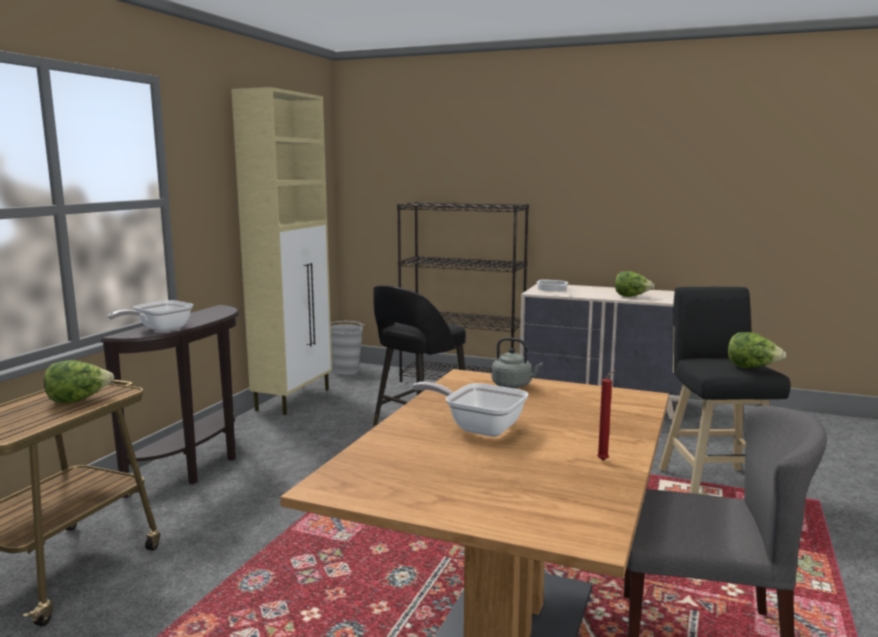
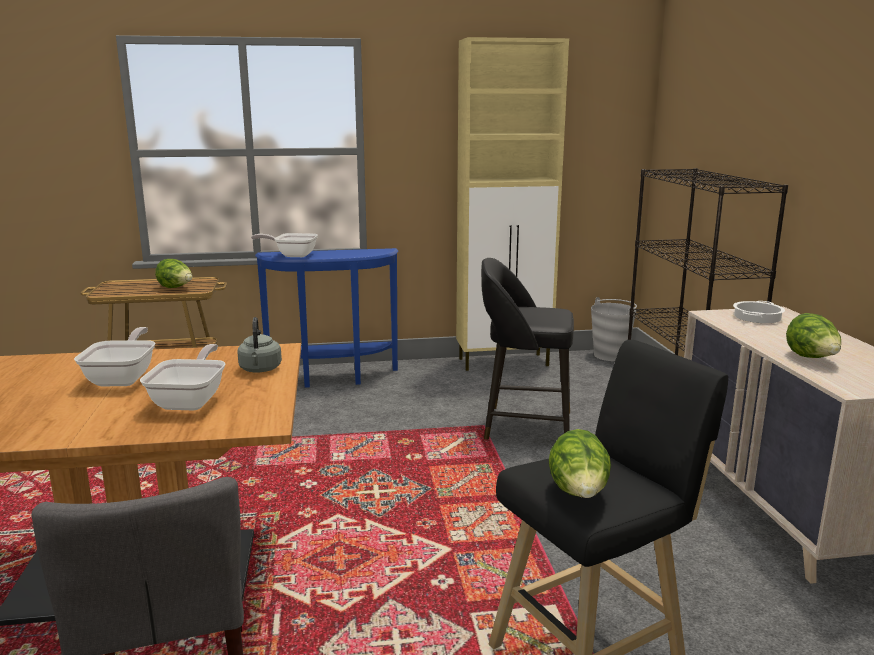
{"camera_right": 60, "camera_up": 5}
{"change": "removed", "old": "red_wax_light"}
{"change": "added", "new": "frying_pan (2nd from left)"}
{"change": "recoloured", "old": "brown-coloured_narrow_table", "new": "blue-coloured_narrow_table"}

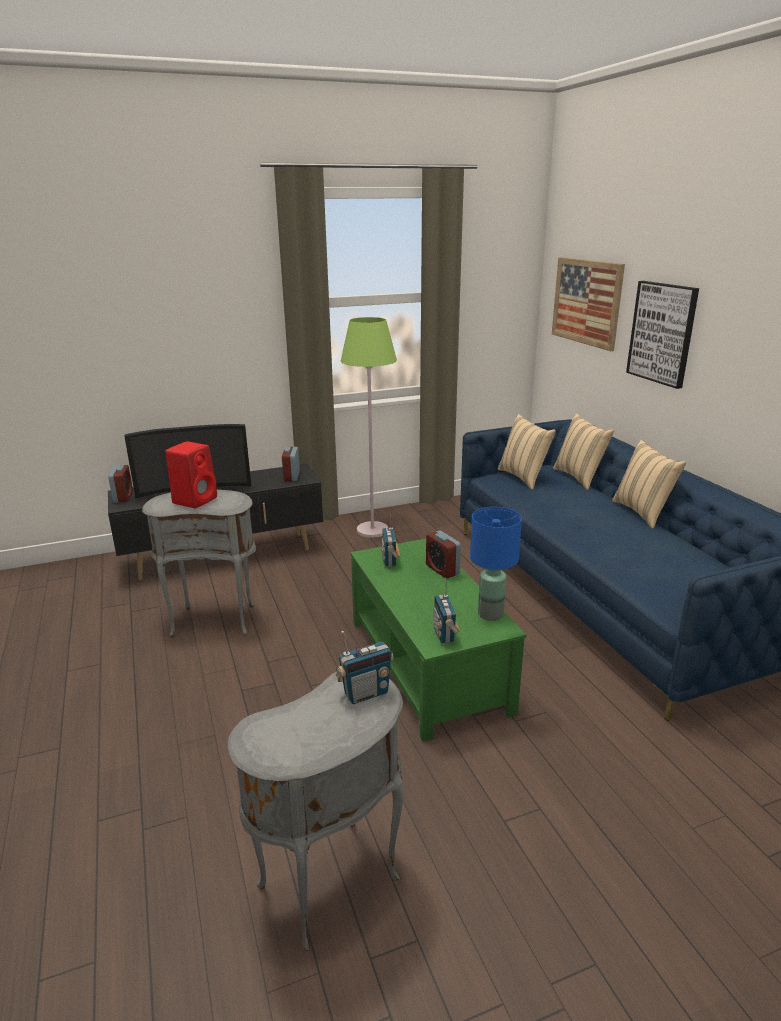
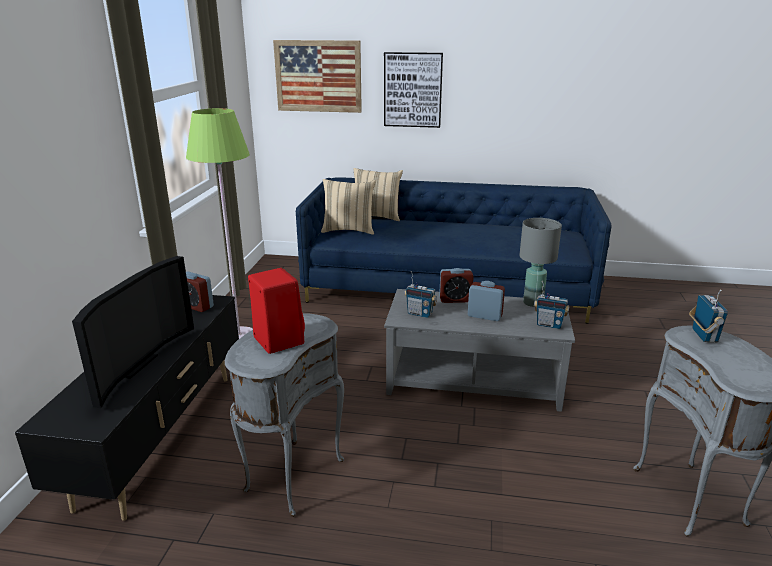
{"camera_right": -60, "camera_up": 0}
{"change": "removed", "old": "beige-coloured_pillow (3rd from left)"}
{"change": "moved", "old": "alarm_clock (1st from left in the first image)", "new": "alarm_clock (3rd from left)"}
{"change": "recoloured", "old": "greenish_lounge_table", "new": "greyish_lounge_table"}
{"change": "recoloured", "old": "blue-coloured_lamp_for_a_table", "new": "greyish_lamp_for_a_table"}

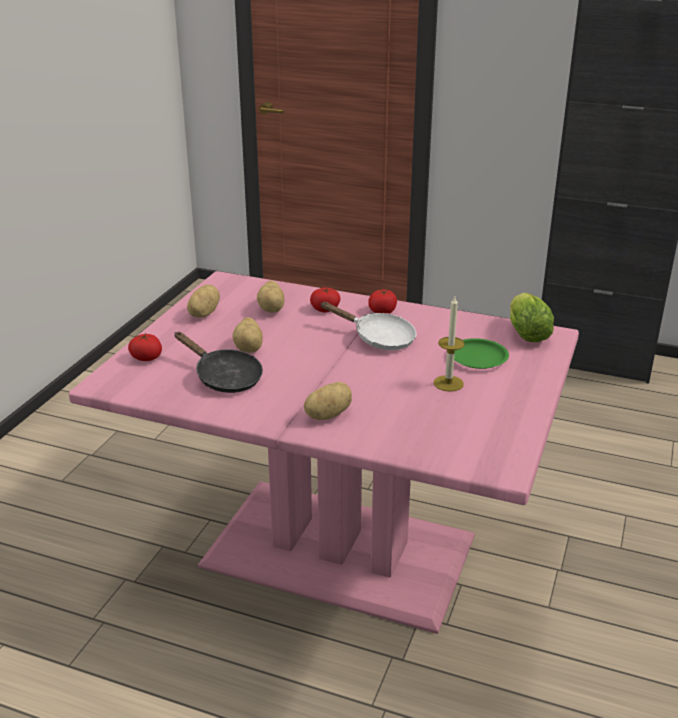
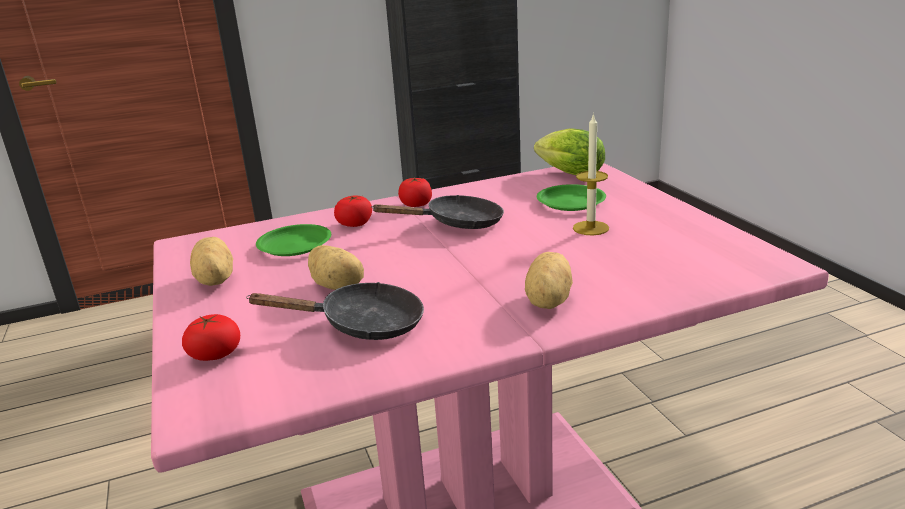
{"camera_right": -40, "camera_up": -5}
{"change": "replaced", "old": "potato (3rd from left)", "new": "greenish_flat_dish (1st from left)"}
{"change": "recoloured", "old": "whitish_frying_pan", "new": "black-coloured_frying_pan (2nd from left)"}

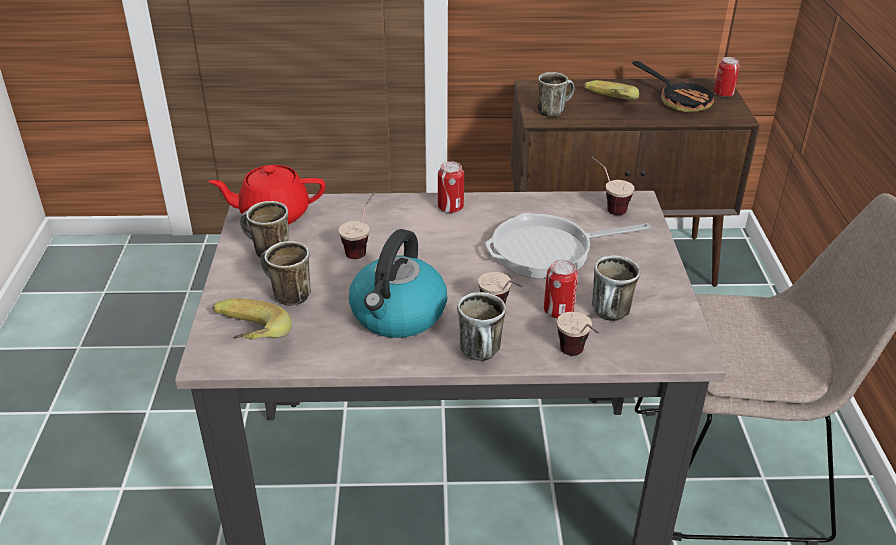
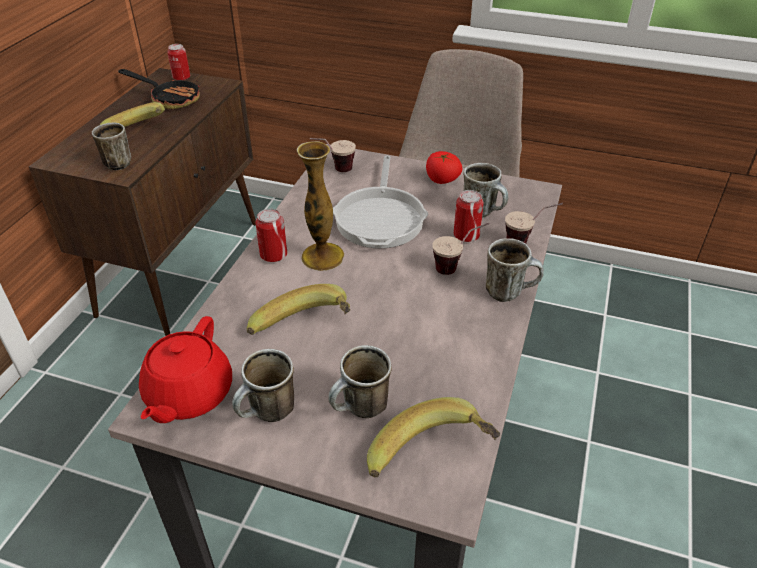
{"camera_right": -70, "camera_up": 5}
{"change": "removed", "old": "tea_kettle"}
{"change": "added", "new": "decorative_vase"}
{"change": "added", "new": "tomato"}
{"change": "replaced", "old": "drinking_cup (1st from left)", "new": "banana (2nd from left)"}
{"change": "turned", "old": "frying_pan (2nd from left in the first image)", "degrees": 45}

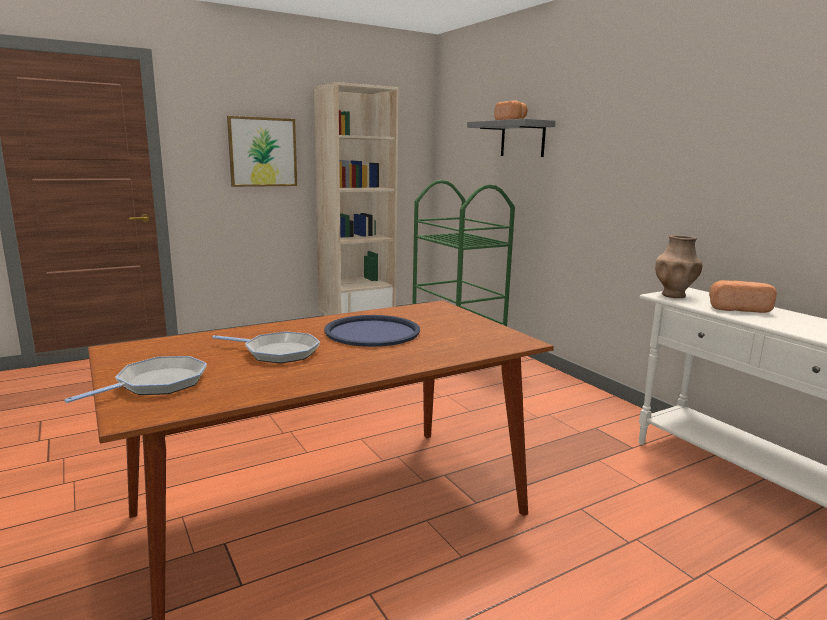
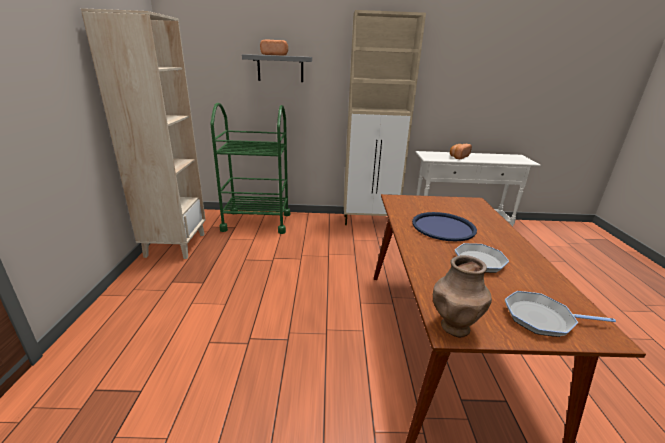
{"camera_right": -60, "camera_up": 10}
{"change": "removed", "old": "picture"}
{"change": "added", "new": "beige-coloured_cupboard"}
{"change": "moved", "old": "brown-coloured_decorative_vase"}
{"change": "turned", "old": "frying_pan (1st from left in the first image)", "degrees": -60}

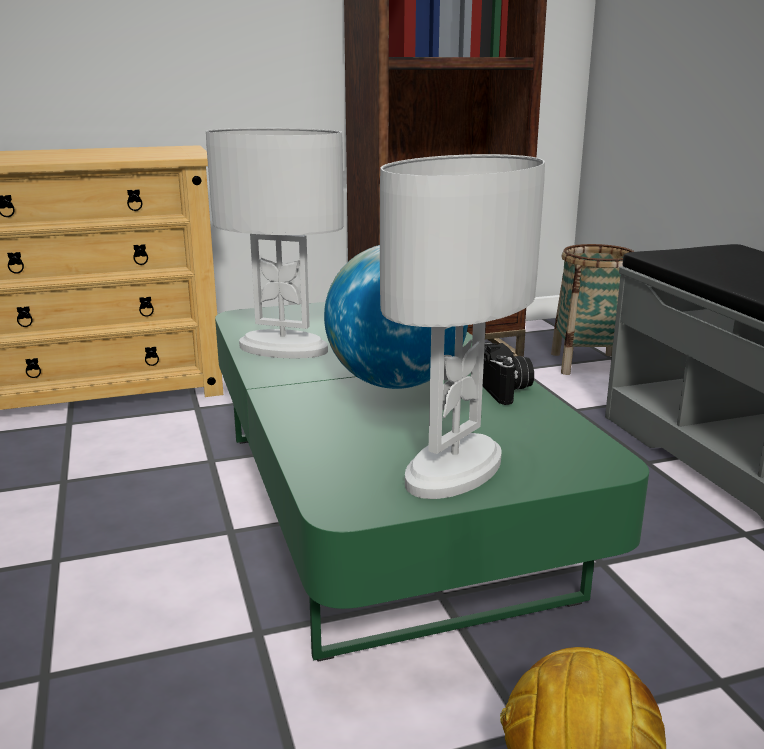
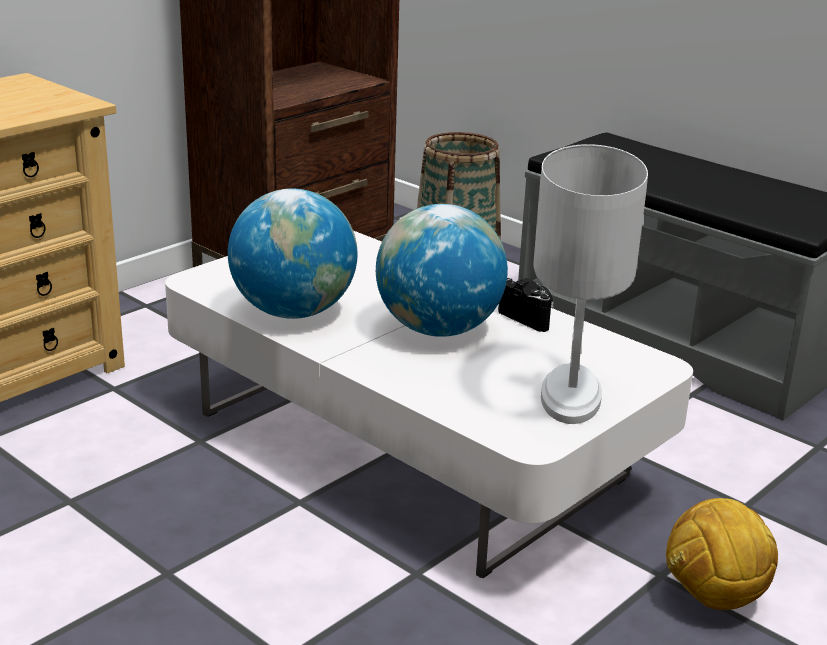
{"camera_right": -30, "camera_up": 5}
{"change": "replaced", "old": "whitish_lamp_for_a_table (1st from left)", "new": "globe (1st from left)"}
{"change": "recoloured", "old": "greenish_lounge_table", "new": "whitish_lounge_table"}

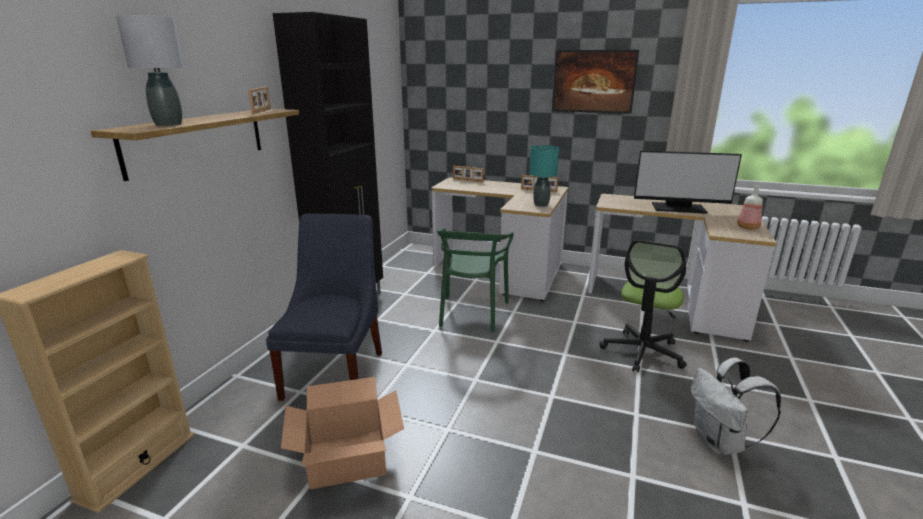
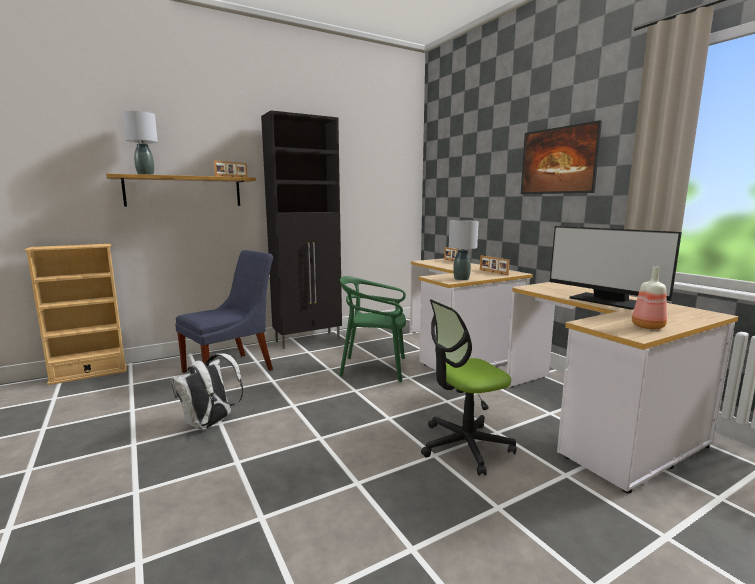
{"camera_right": 40, "camera_up": -10}
{"change": "removed", "old": "carton"}
{"change": "moved", "old": "whitish_rucksack"}
{"change": "recoloured", "old": "turquoise_lamp_for_a_table", "new": "greyish_lamp_for_a_table (2nd from left)"}
{"change": "turned", "old": "greenish_plain_chair", "degrees": 45}

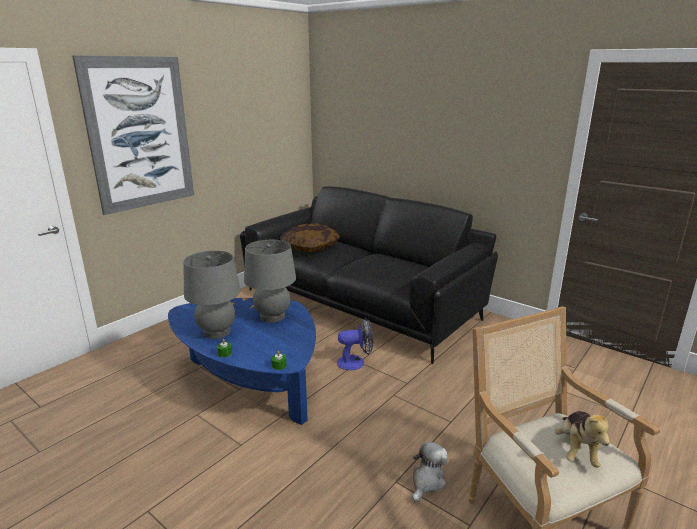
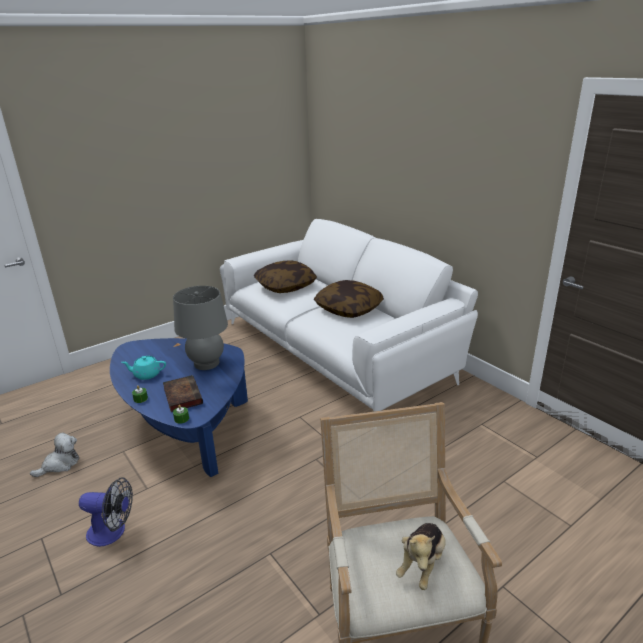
{"camera_right": 15, "camera_up": 5}
{"change": "removed", "old": "picture"}
{"change": "added", "new": "book"}
{"change": "added", "new": "pillow (2nd from left)"}
{"change": "moved", "old": "electric_fan"}
{"change": "moved", "old": "plush_toy (1st from left)"}
{"change": "replaced", "old": "greyish_lamp_for_a_table (1st from left)", "new": "turquoise_teapot"}
{"change": "recoloured", "old": "black-coloured_settee", "new": "whitish_settee"}

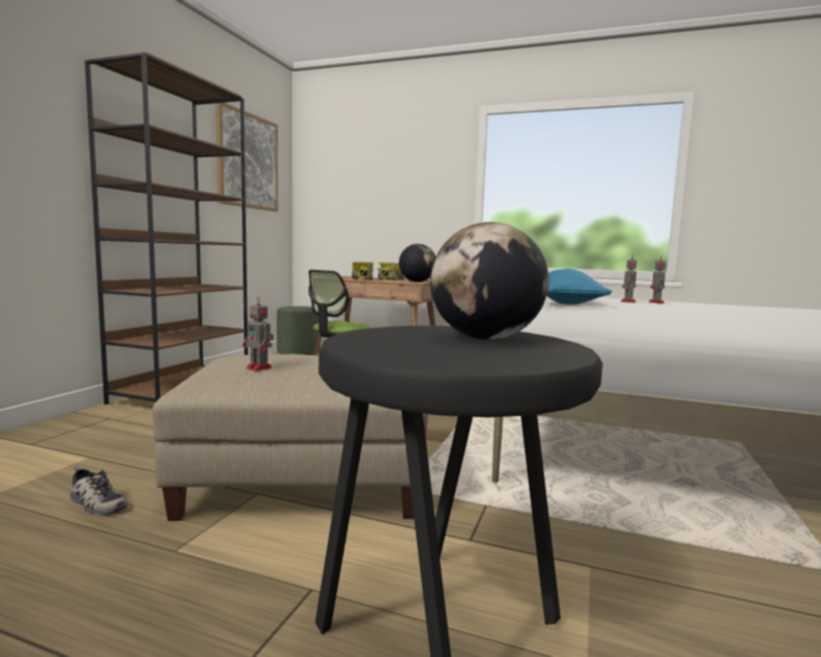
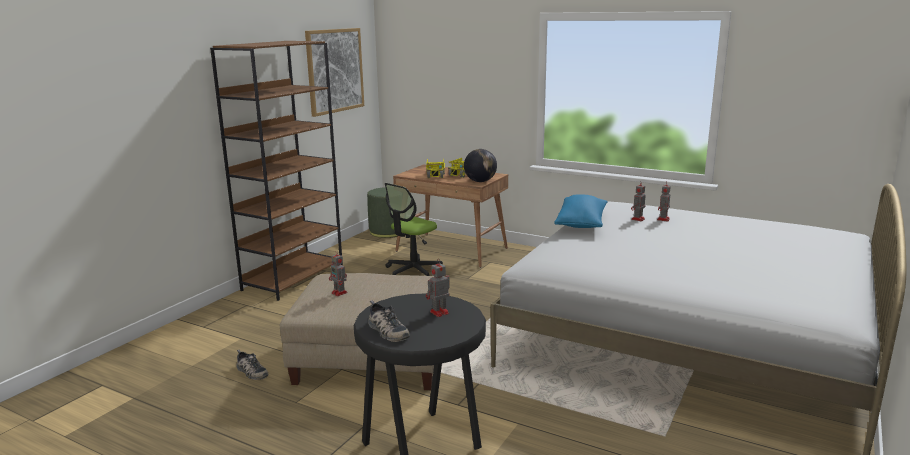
{"camera_right": 10, "camera_up": 10}
{"change": "added", "new": "item_of_footwear (2nd from left)"}
{"change": "replaced", "old": "globe (2nd from left)", "new": "toy_robot (2nd from left)"}

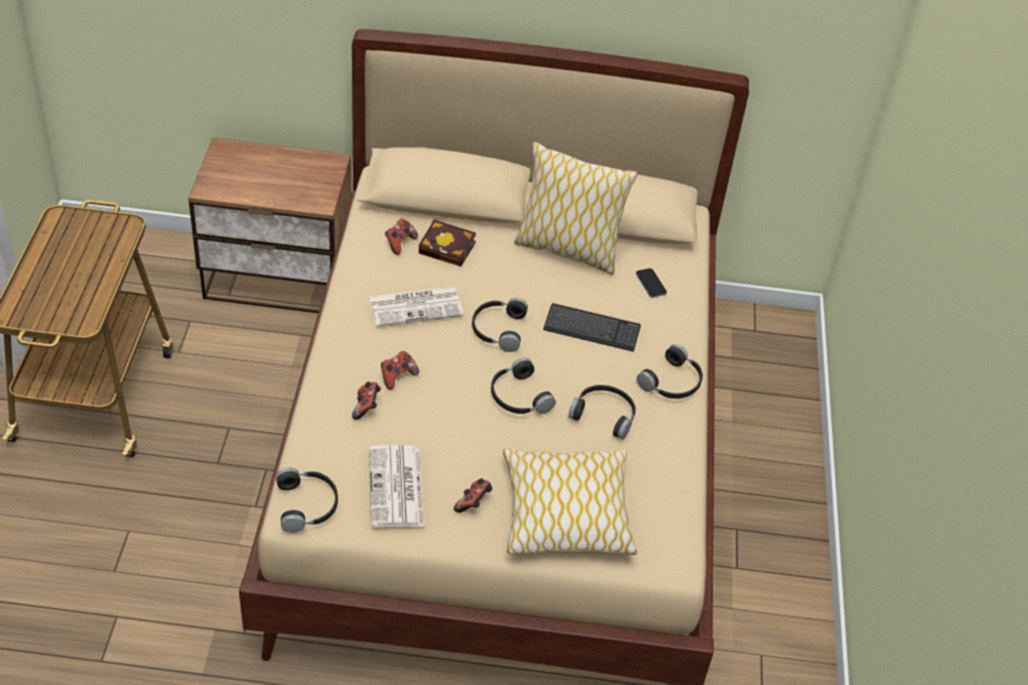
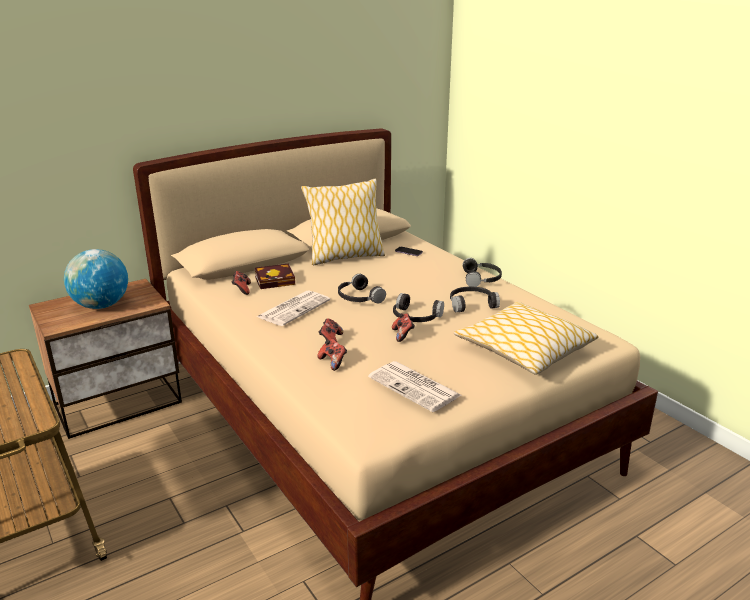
{"camera_right": -35, "camera_up": -20}
{"change": "removed", "old": "black-coloured_pair_of_headphones (1st from left)"}
{"change": "removed", "old": "computer_keyboard"}
{"change": "added", "new": "globe"}
{"change": "moved", "old": "gamepad (4th from left)"}

